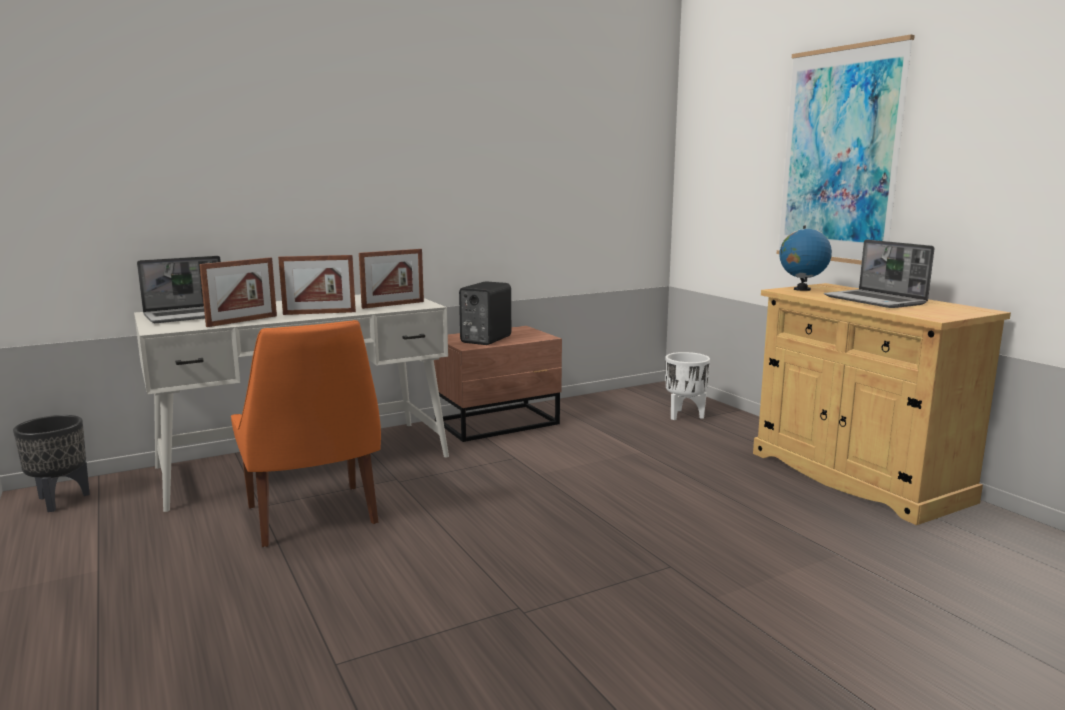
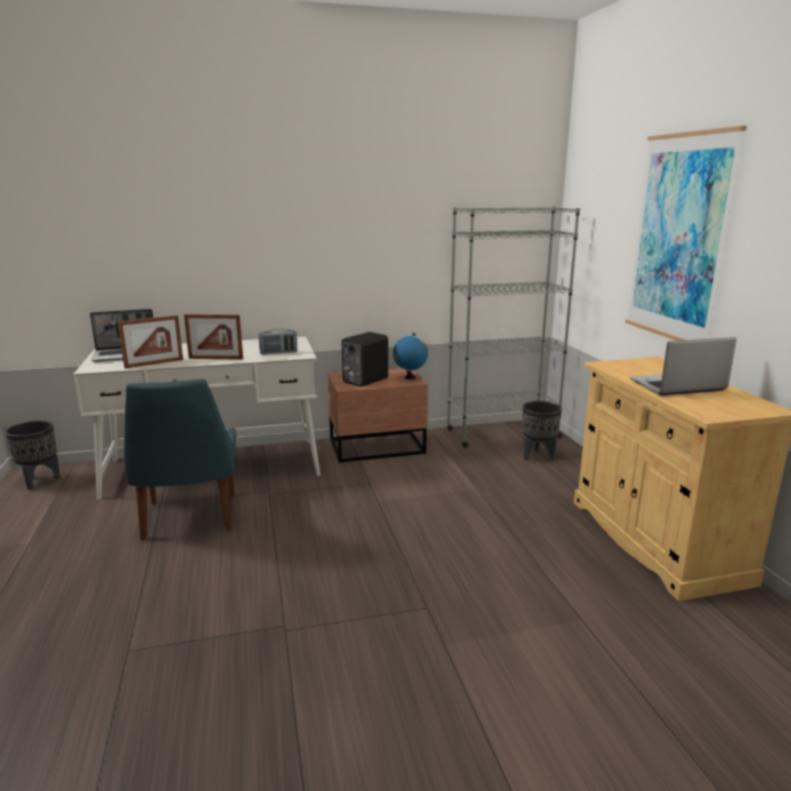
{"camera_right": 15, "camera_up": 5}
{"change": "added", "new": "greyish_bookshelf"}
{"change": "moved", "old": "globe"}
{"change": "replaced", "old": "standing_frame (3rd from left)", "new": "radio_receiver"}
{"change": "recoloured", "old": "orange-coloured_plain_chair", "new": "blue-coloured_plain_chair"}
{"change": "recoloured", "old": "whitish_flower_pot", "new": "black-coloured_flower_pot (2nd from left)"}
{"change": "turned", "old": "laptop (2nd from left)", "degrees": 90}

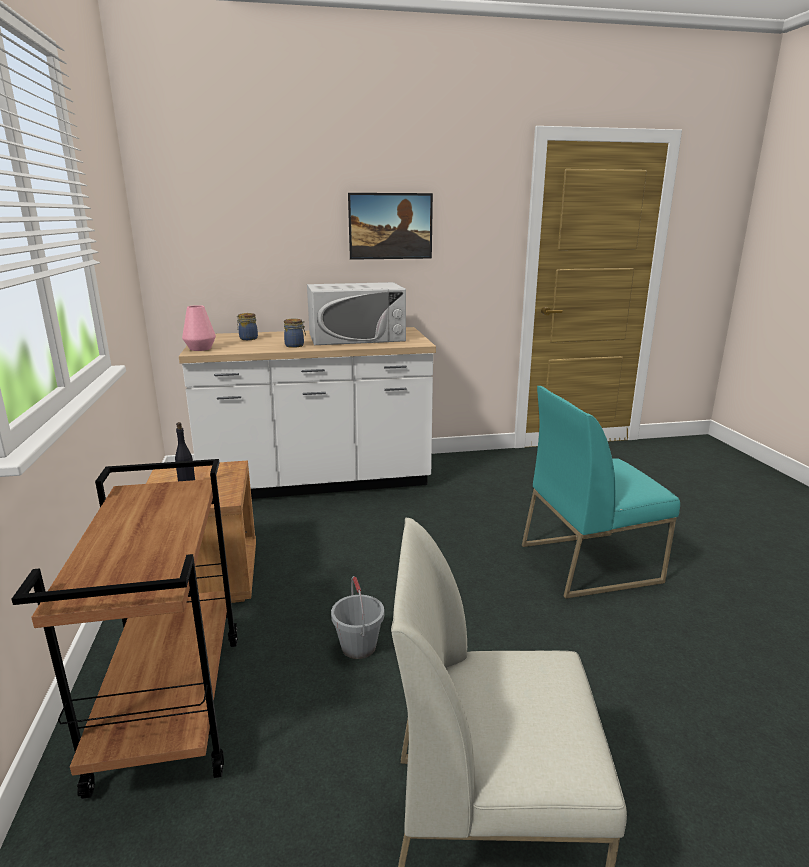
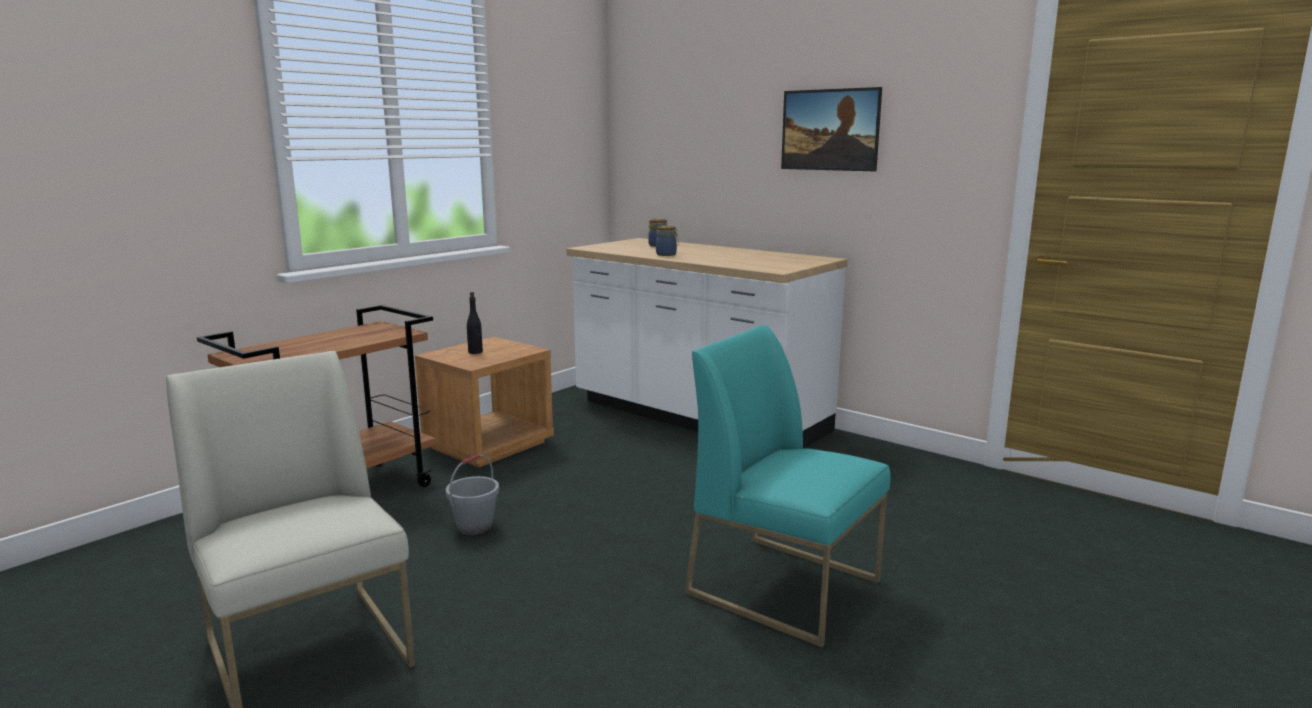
{"camera_right": 50, "camera_up": -5}
{"change": "removed", "old": "pink-coloured_decorative_vase"}
{"change": "removed", "old": "whitish_microwave_oven"}

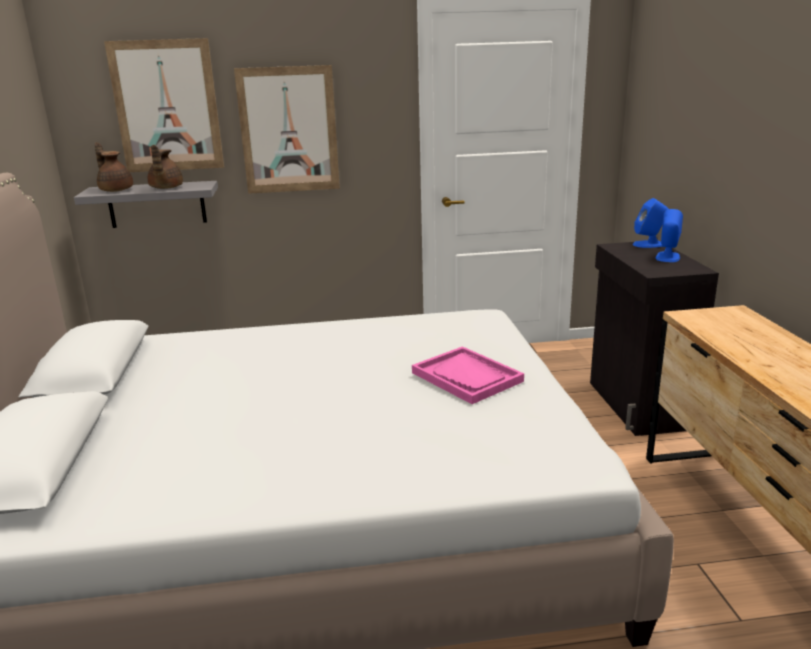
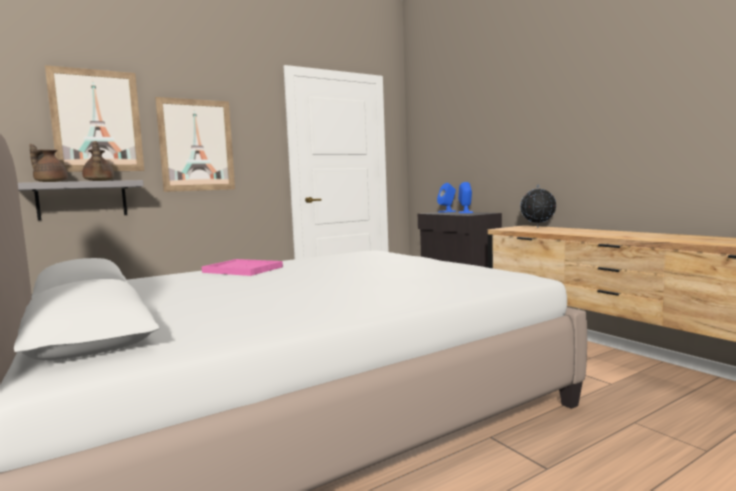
{"camera_right": -25, "camera_up": -15}
{"change": "added", "new": "globe"}
{"change": "moved", "old": "pink-coloured_carrying_tray"}

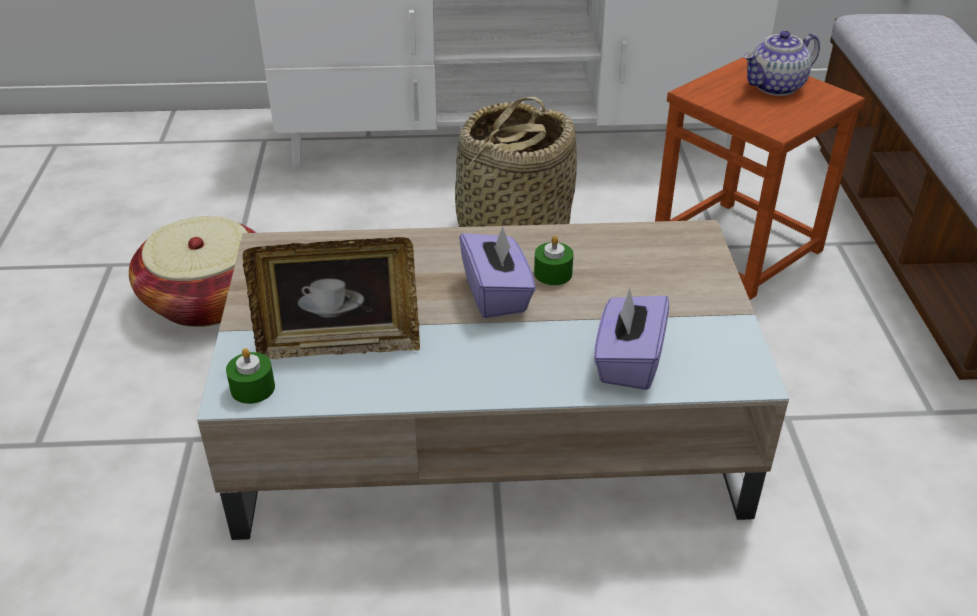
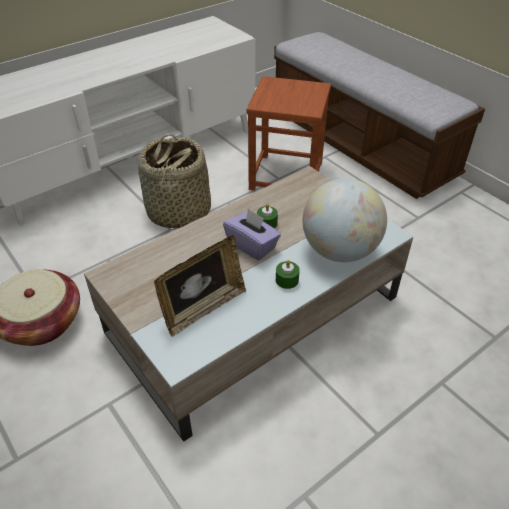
{"camera_right": -35, "camera_up": 5}
{"change": "removed", "old": "teapot"}
{"change": "moved", "old": "greenish_wax_light (1st from left in the first image)", "new": "greenish_wax_light (2nd from left)"}
{"change": "replaced", "old": "purple_tissue_holder (2nd from left)", "new": "globe"}

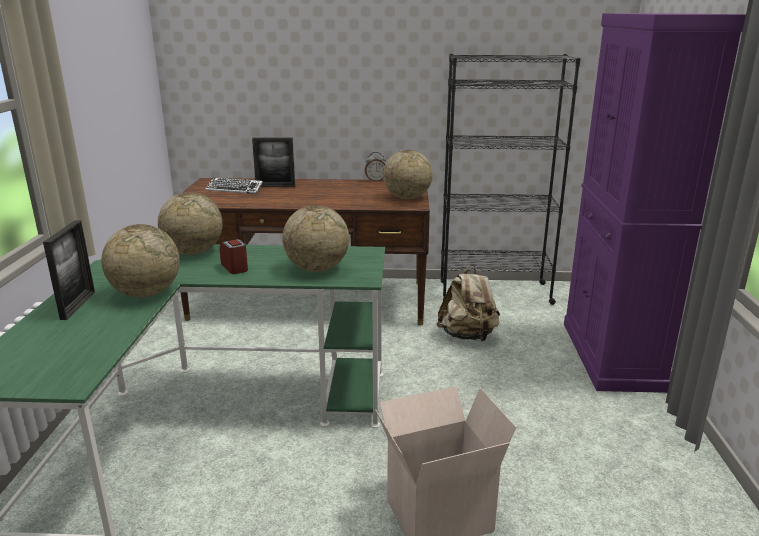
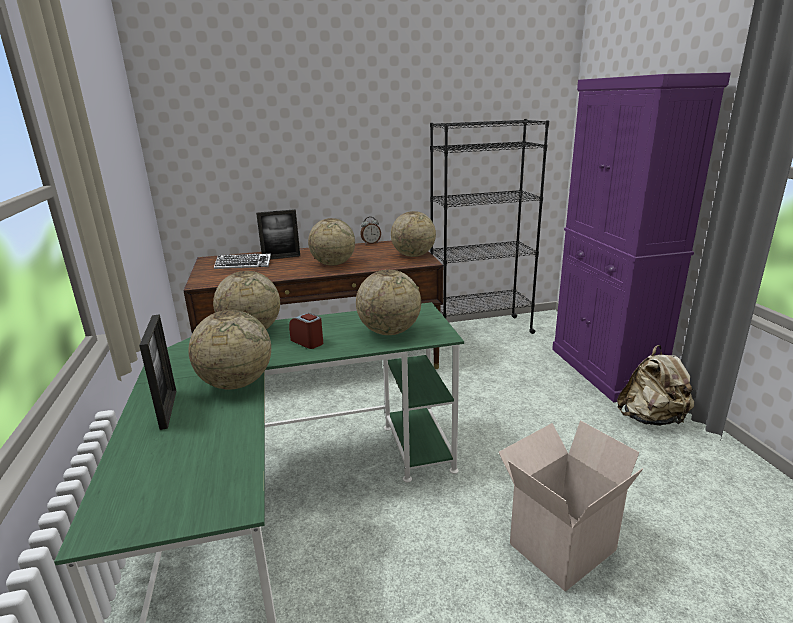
{"camera_right": -15, "camera_up": 0}
{"change": "added", "new": "globe (3rd from left)"}
{"change": "moved", "old": "beige-coloured_rucksack"}

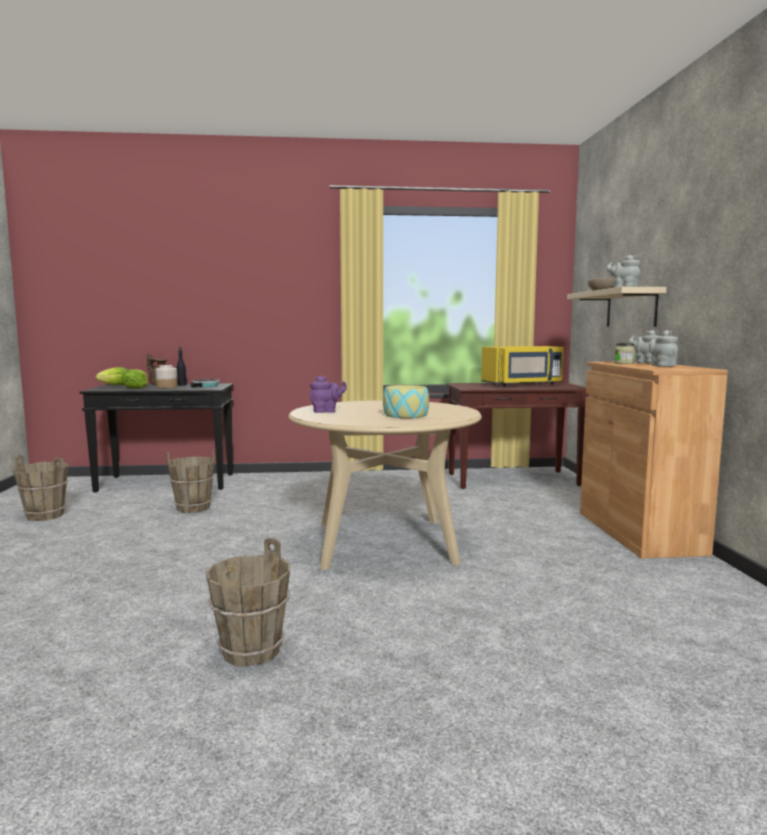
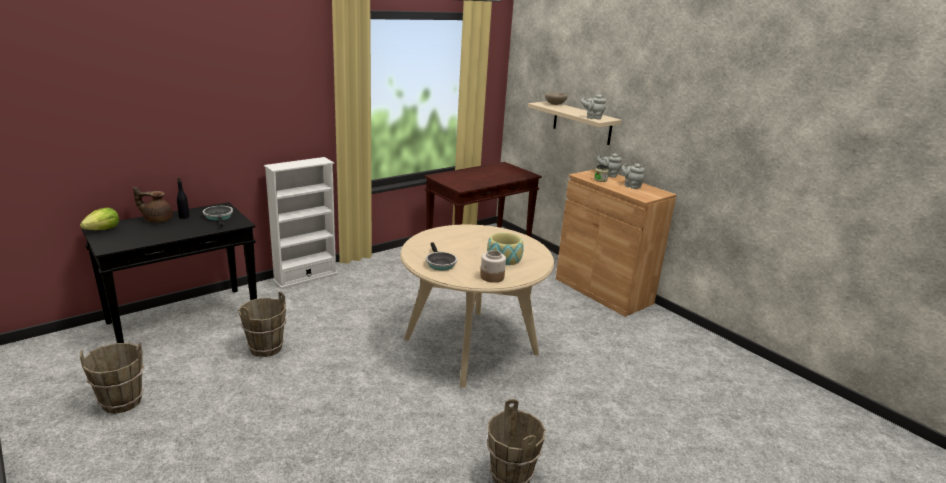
{"camera_right": -35, "camera_up": 15}
{"change": "removed", "old": "lettuce_head (2nd from left)"}
{"change": "removed", "old": "yellow_microwave_oven"}
{"change": "added", "new": "whitish_bookshelf"}
{"change": "moved", "old": "preserve_jar (1st from left)"}
{"change": "replaced", "old": "purple_teapot", "new": "frying_pan (2nd from left)"}

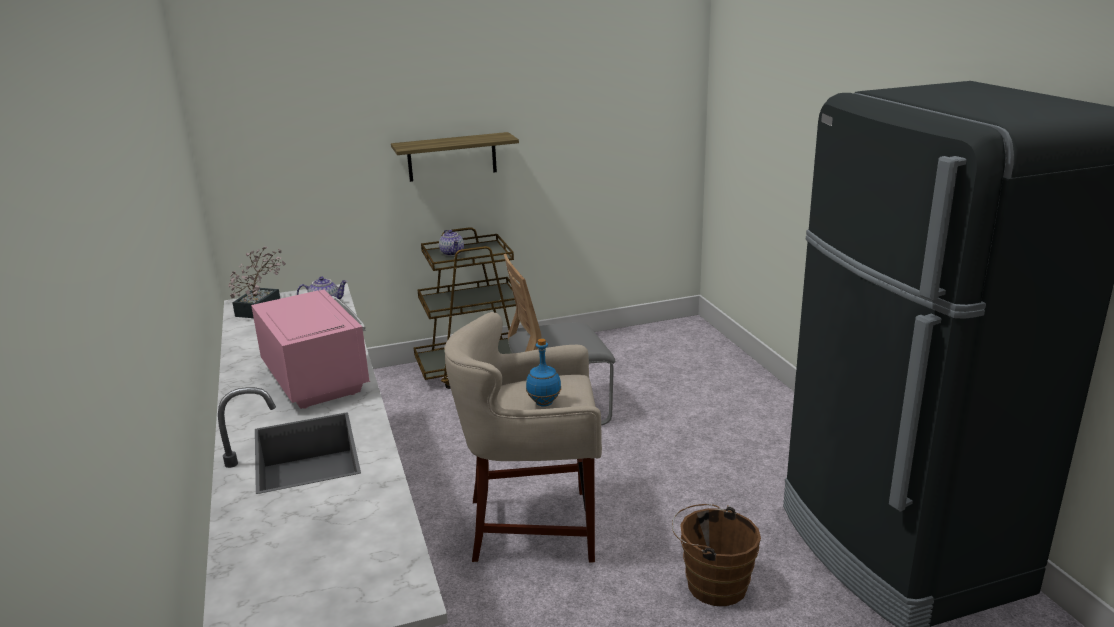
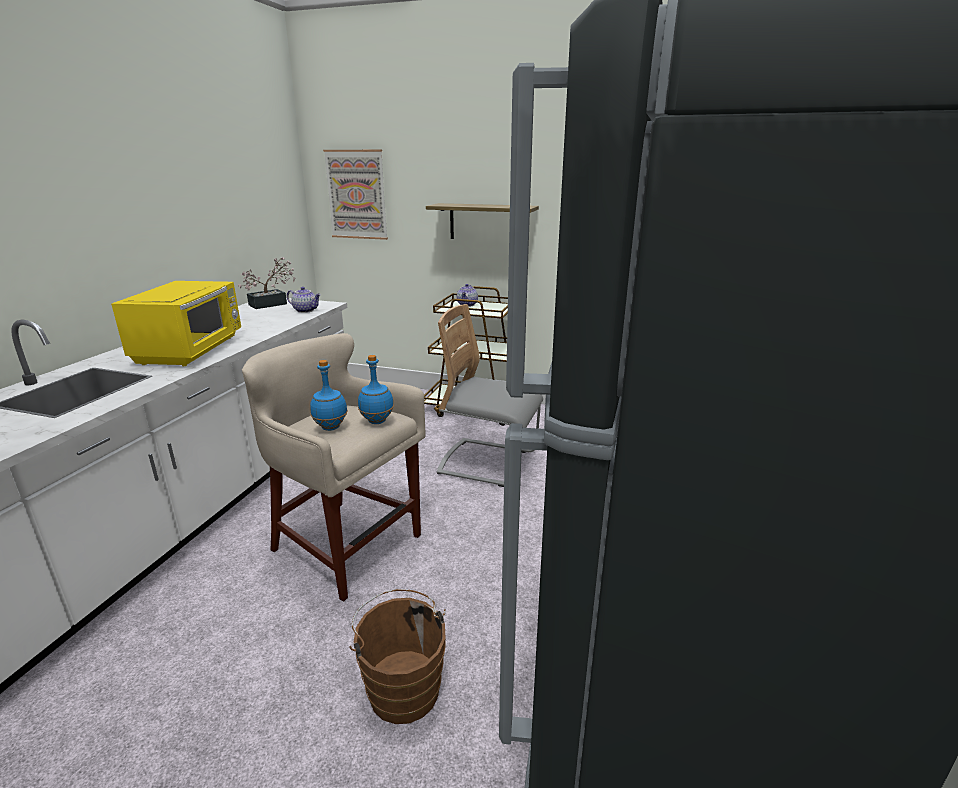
{"camera_right": 35, "camera_up": 0}
{"change": "added", "new": "picture"}
{"change": "added", "new": "blue-coloured_bottle (2nd from left)"}
{"change": "recoloured", "old": "pink-coloured_microwave_oven", "new": "yellow_microwave_oven"}

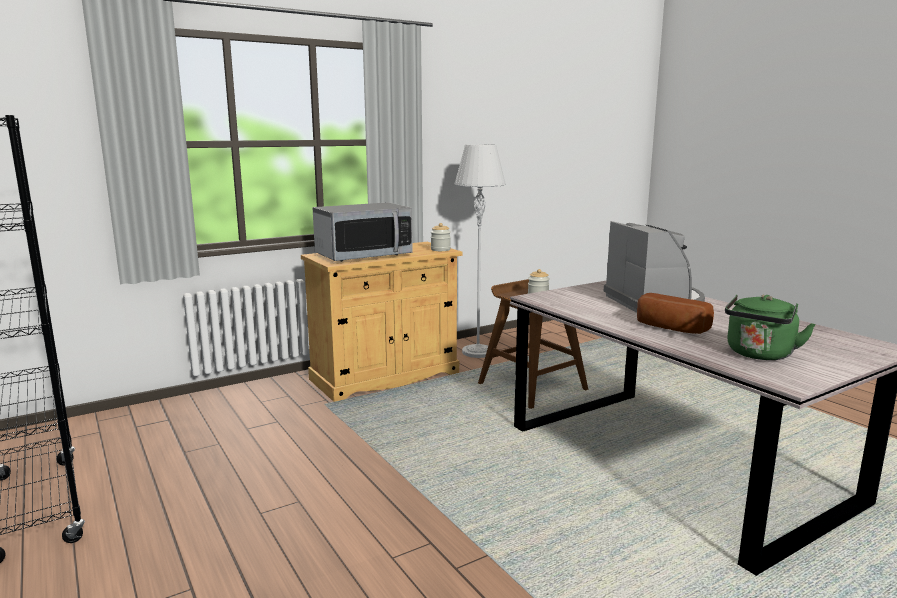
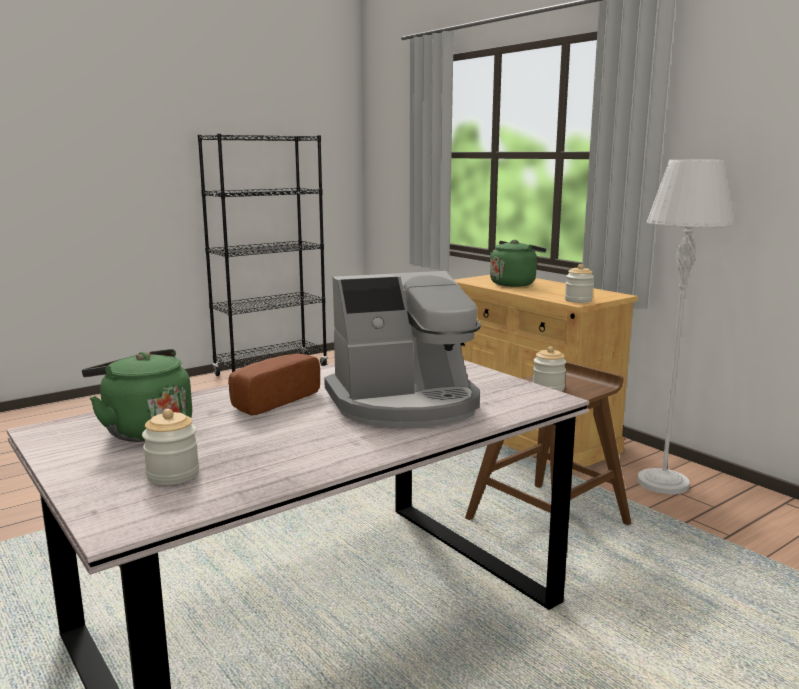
{"camera_right": 85, "camera_up": 0}
{"change": "added", "new": "preserve_jar (1st from left)"}
{"change": "replaced", "old": "microwave_oven", "new": "greenish_tea_kettle (2nd from left)"}

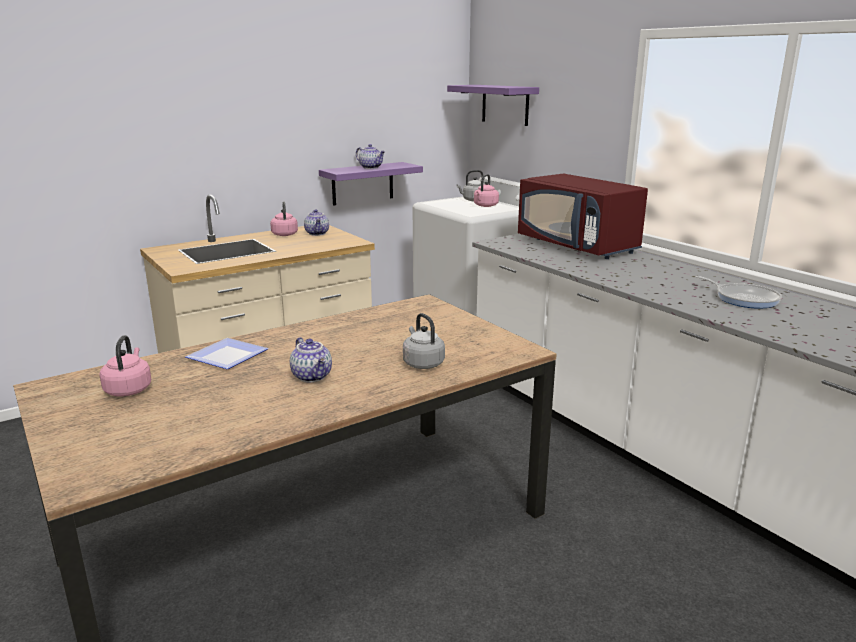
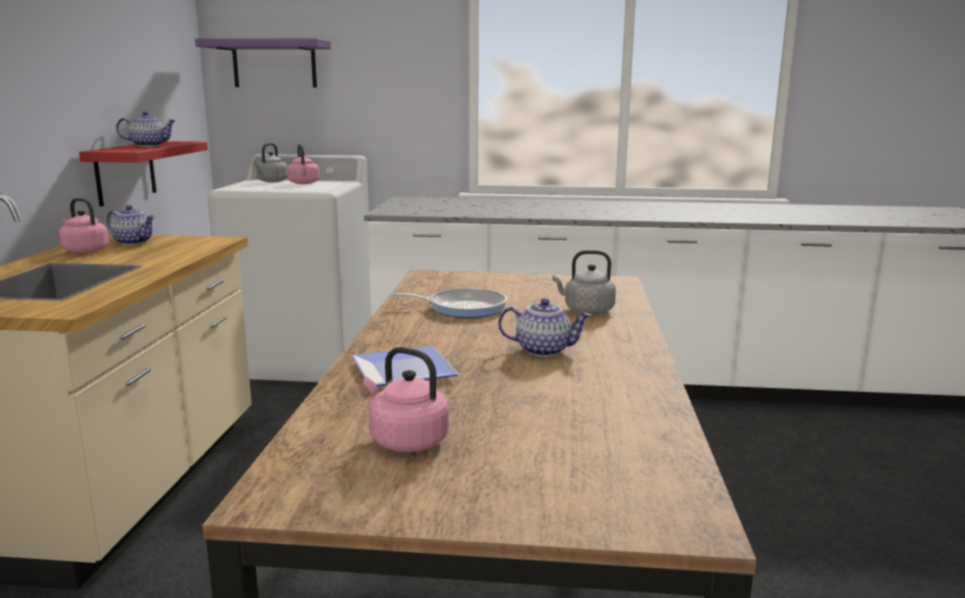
{"camera_right": -50, "camera_up": -5}
{"change": "removed", "old": "red_microwave_oven"}
{"change": "moved", "old": "frying_pan"}
{"change": "recoloured", "old": "purple_wall_shelf (1st from left)", "new": "red_wall_shelf"}

